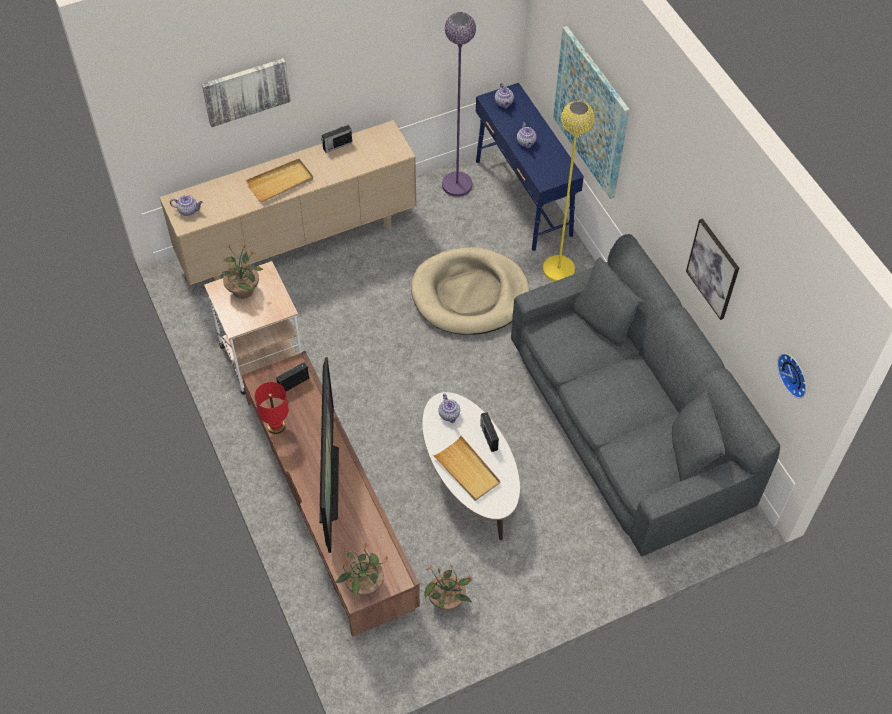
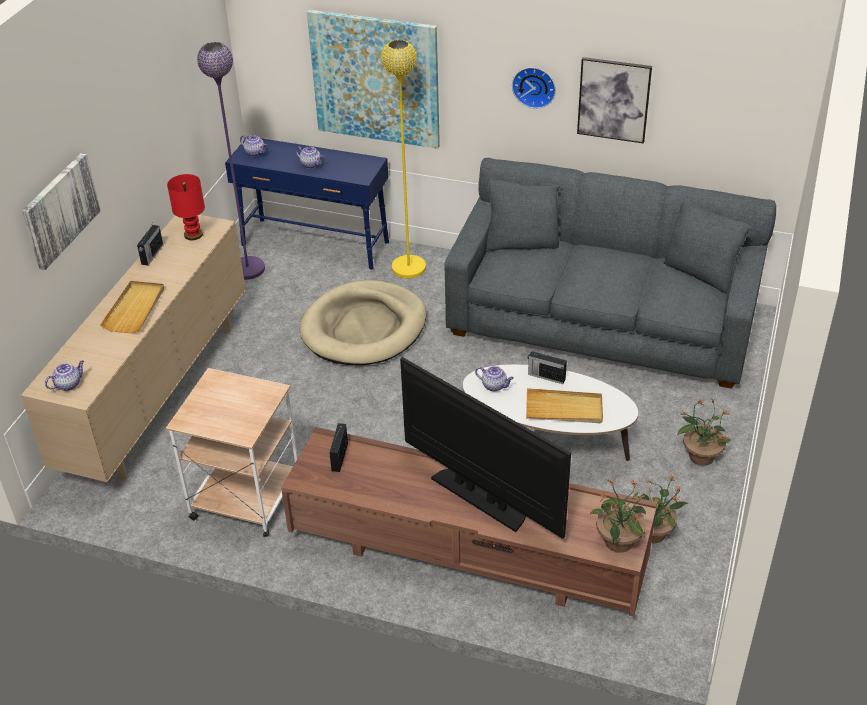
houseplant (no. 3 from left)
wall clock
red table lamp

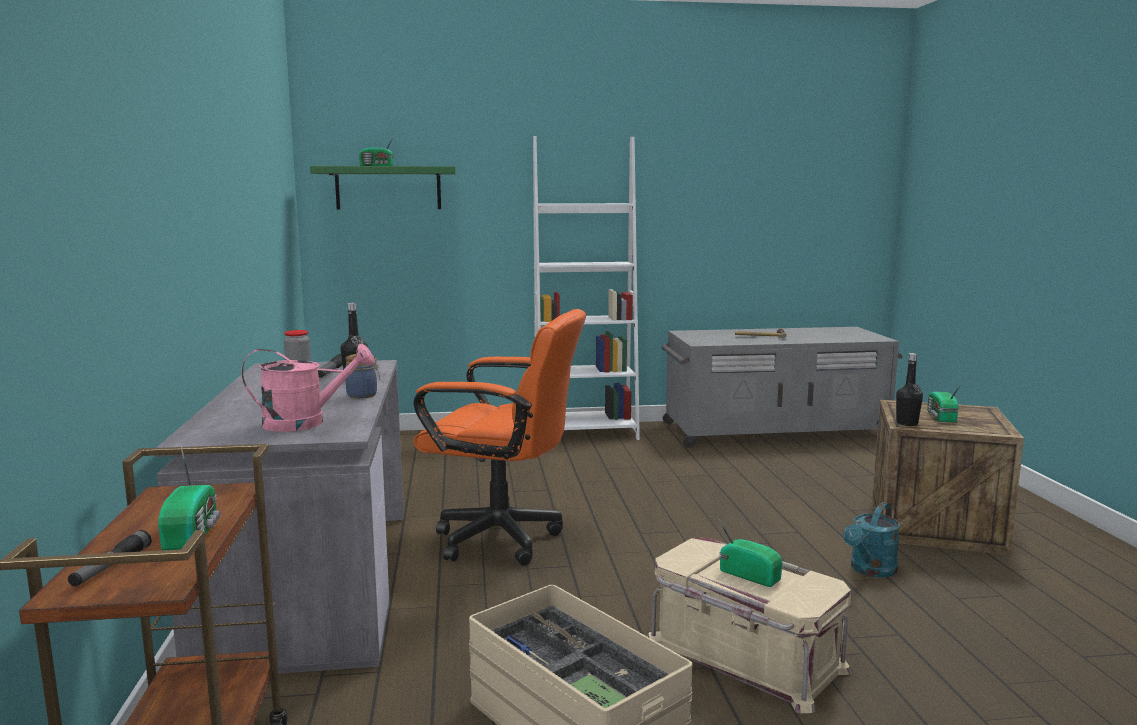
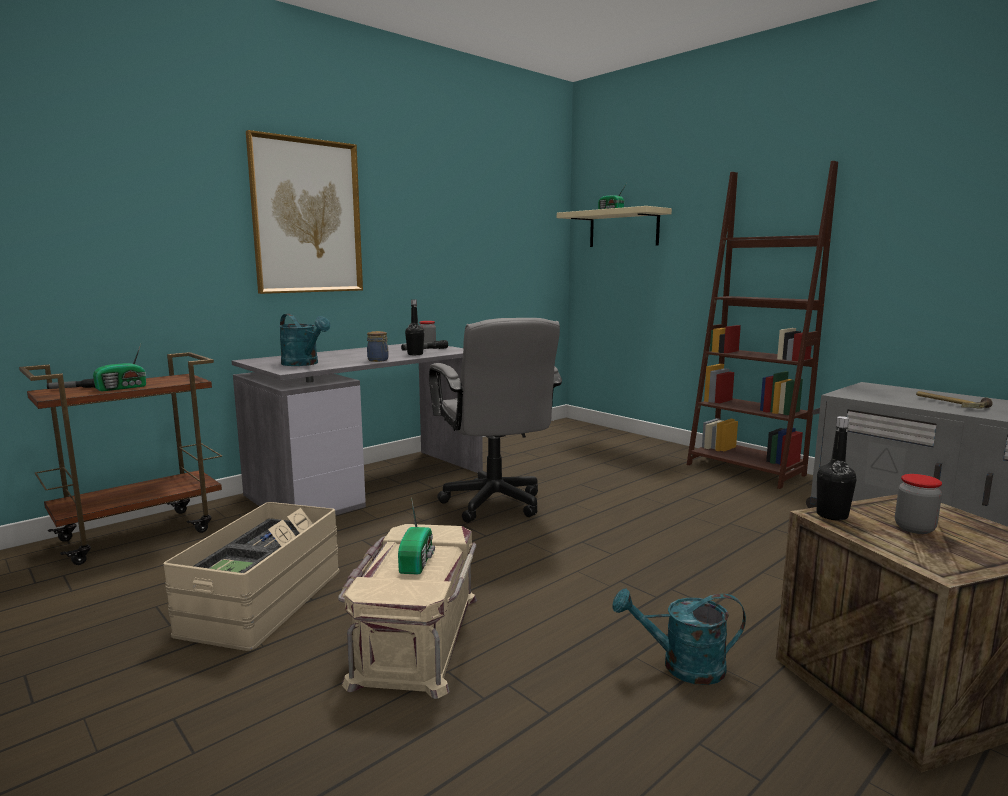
brownish bookshelf
beige-coloured wall shelf
greyish office chair
blue-green watering can (no. 1 from left)
jar (no. 3 from left)
wall art

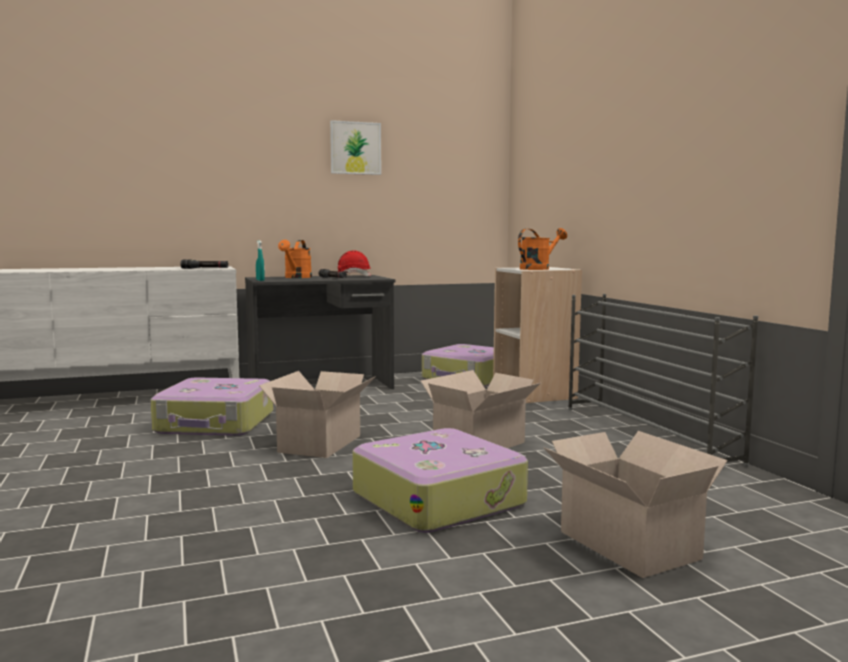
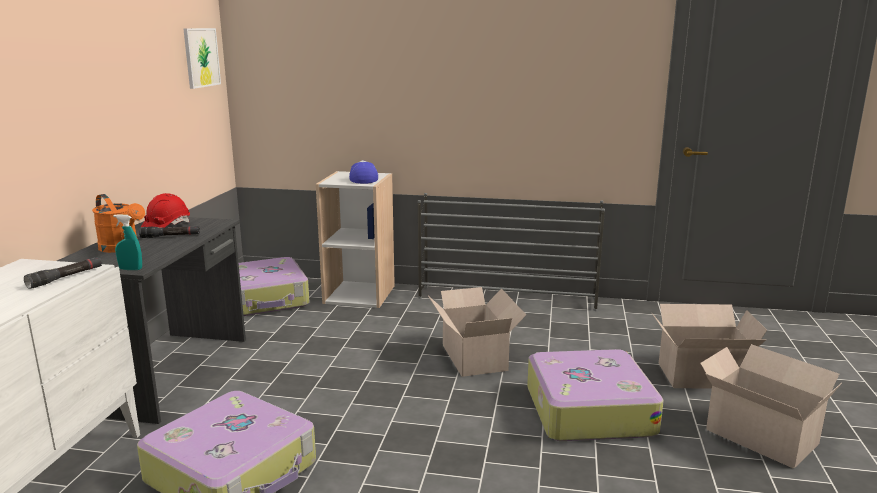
wall art
baseball cap
packing box (no. 3 from left)

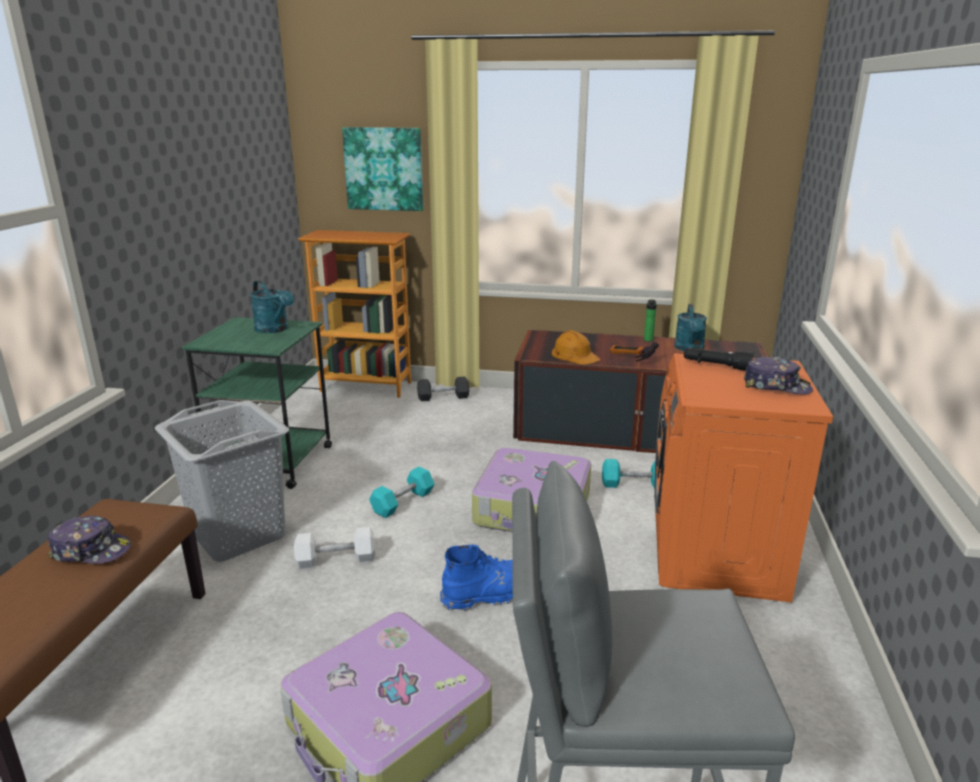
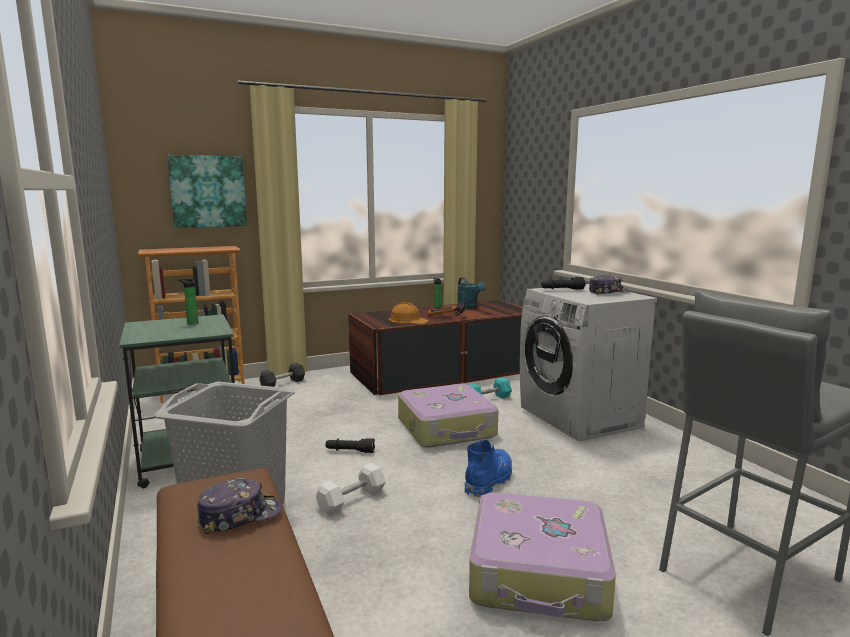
beverage bottle (no. 1 from left)
white-coloured washing machine
black-coloured torch (no. 1 from left)

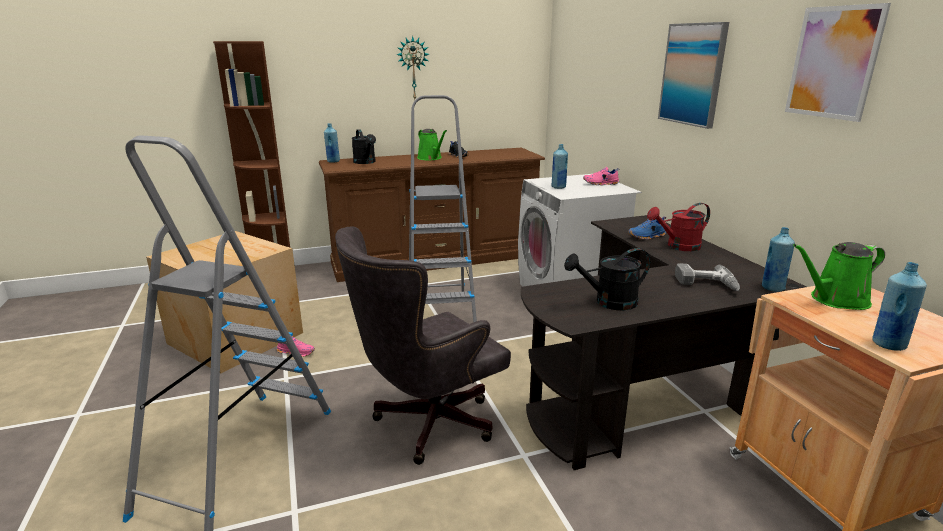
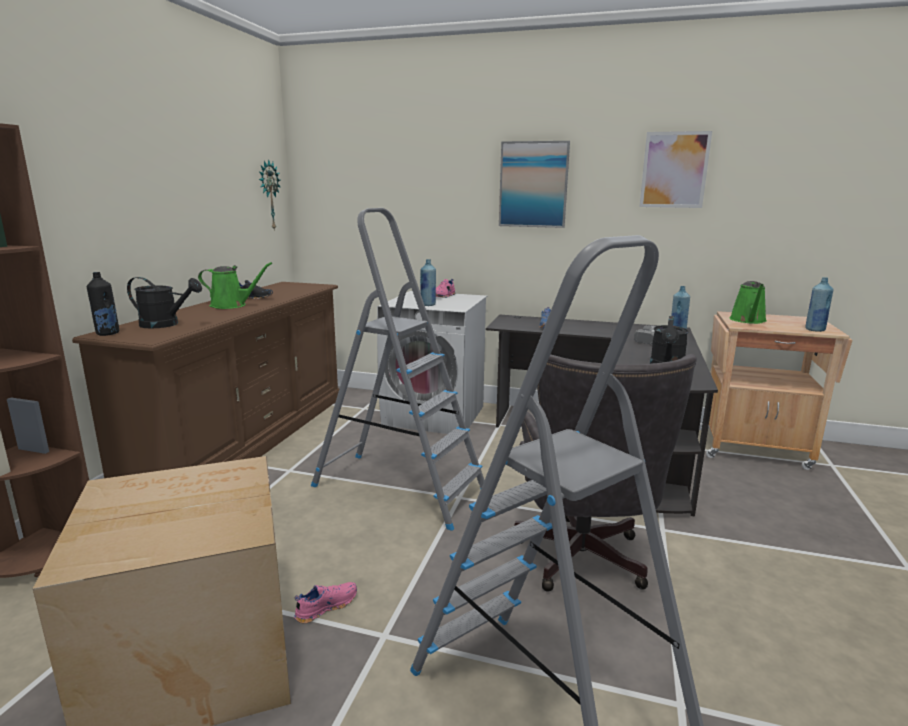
wall clock
black-coloured beverage bottle
red watering can

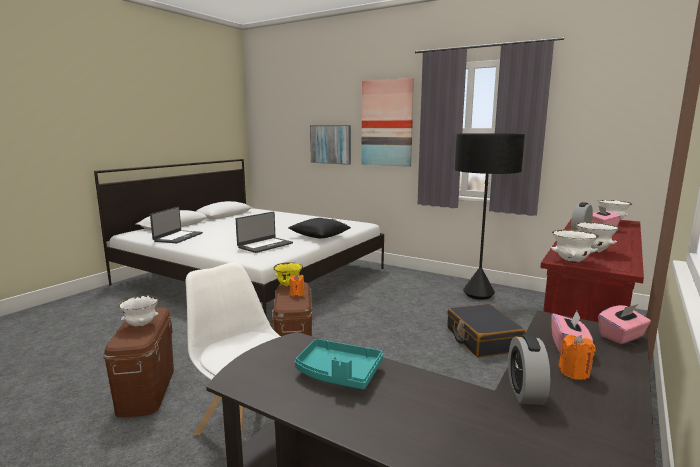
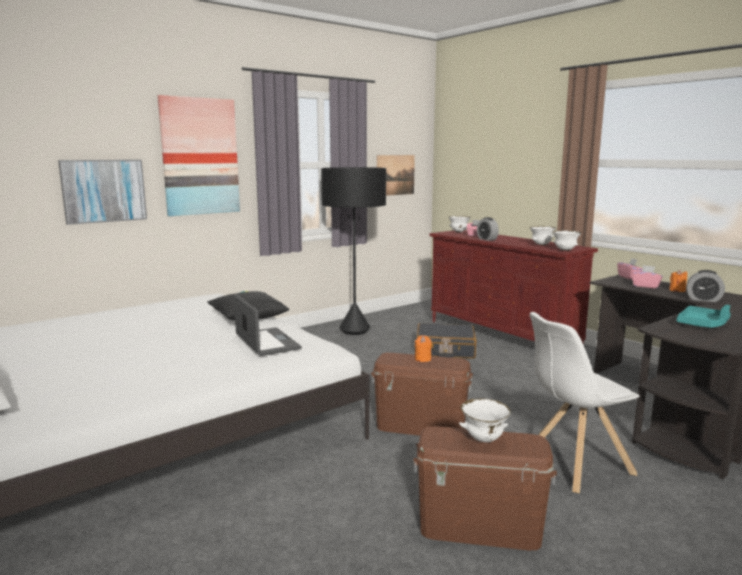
portable computer (no. 1 from left in the first image)
yellowish deep dish
wall art (no. 3 from left)

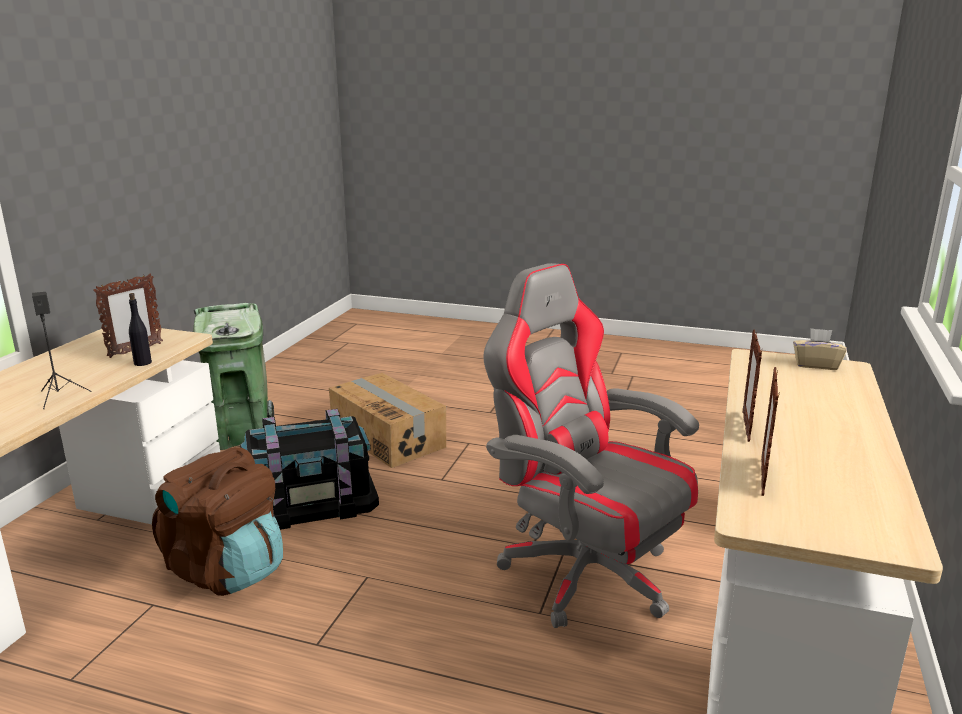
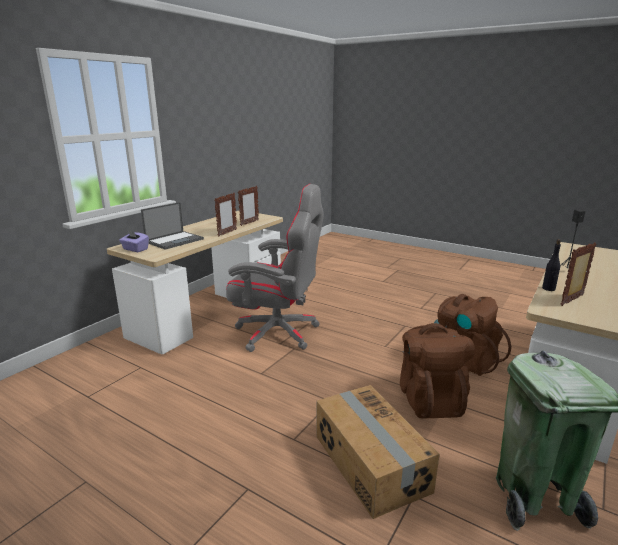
greyish office chair
purple-coloured tissue holder
brownish knapsack (no. 1 from left)
portable computer

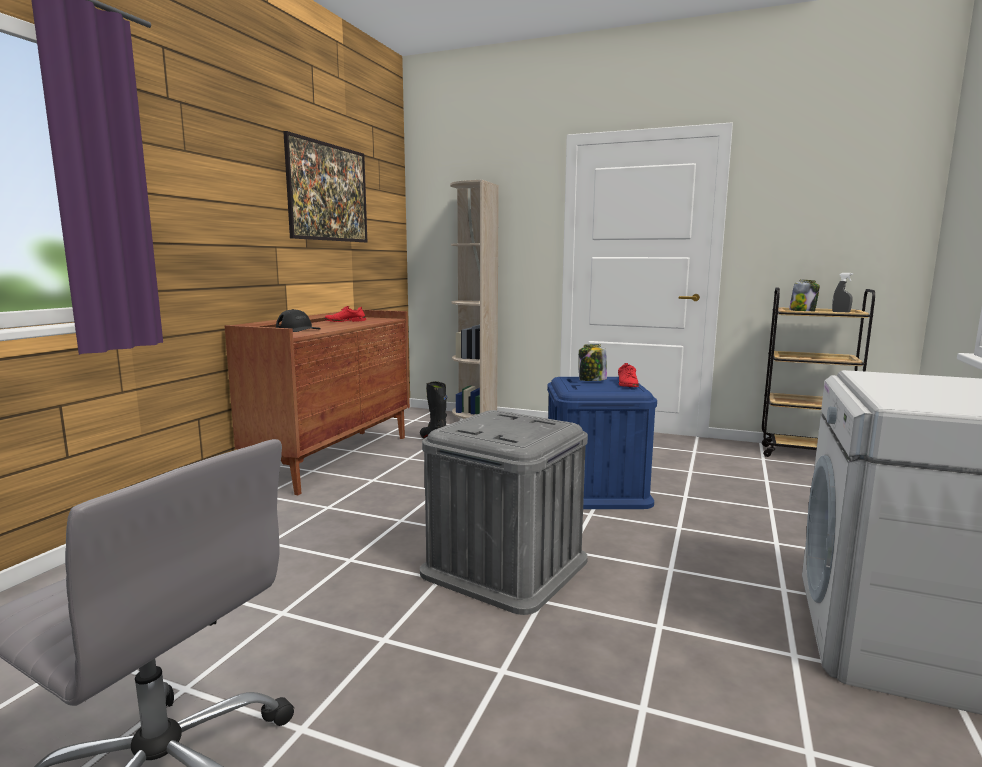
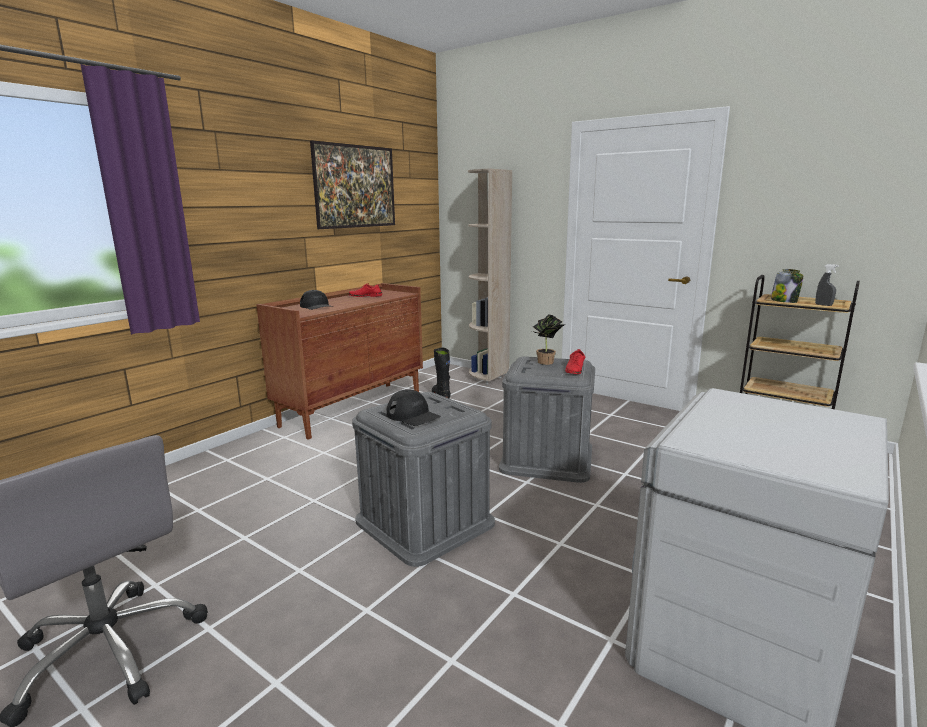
houseplant
greyish storage box (no. 2 from left)
black-coloured baseball cap (no. 2 from left)

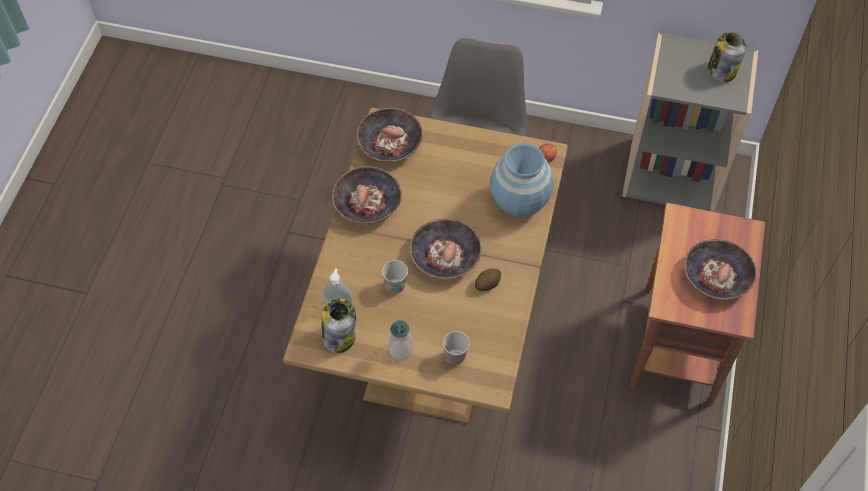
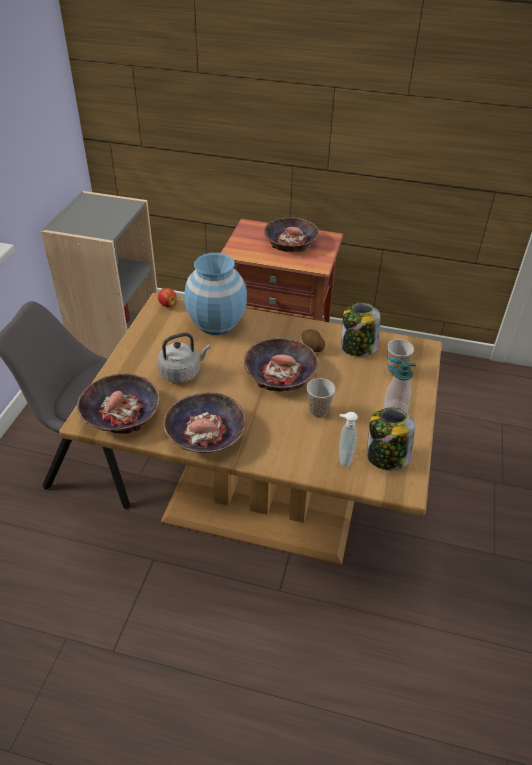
jar (no. 1 from left)
greyish kettle

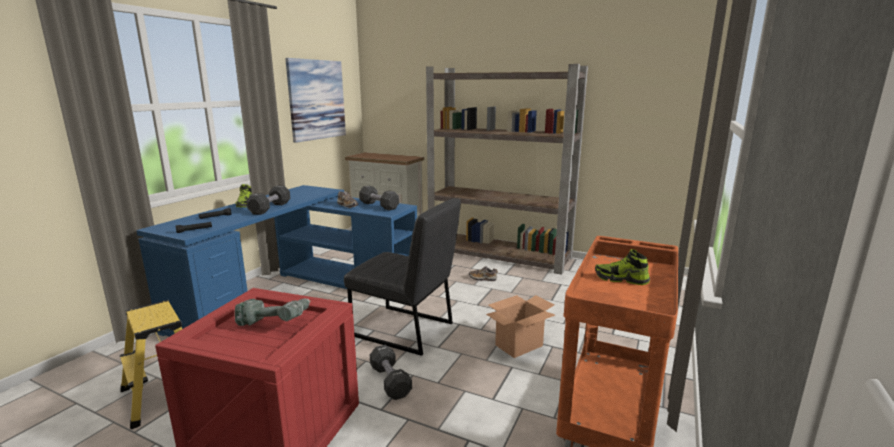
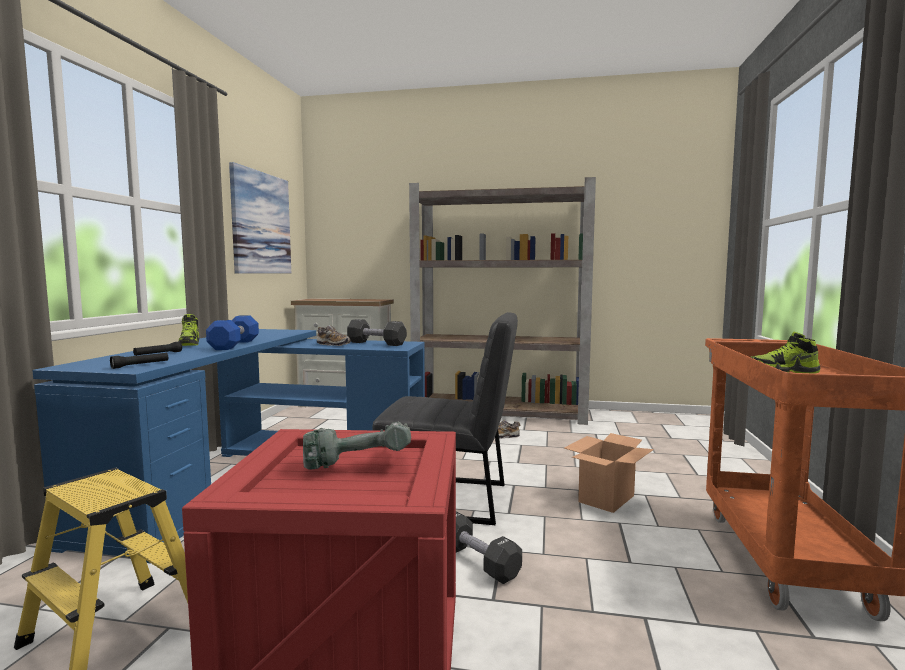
blue dumbbell

